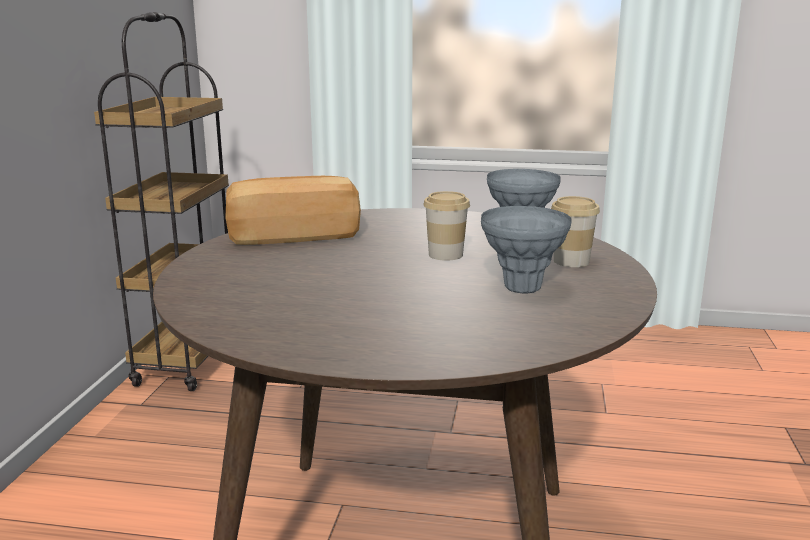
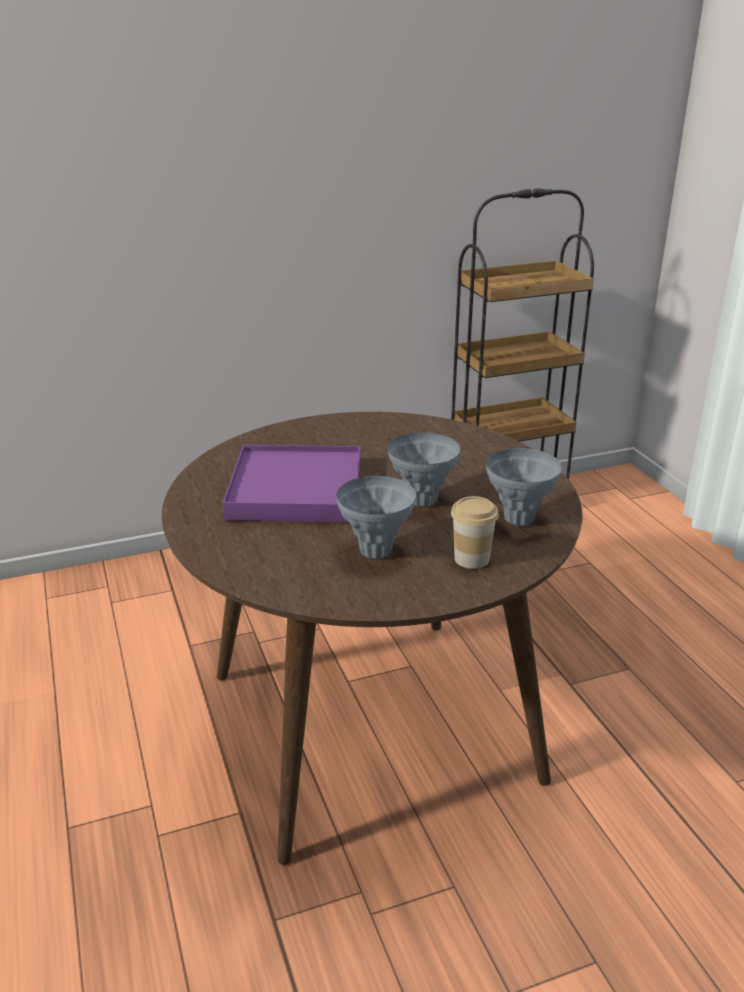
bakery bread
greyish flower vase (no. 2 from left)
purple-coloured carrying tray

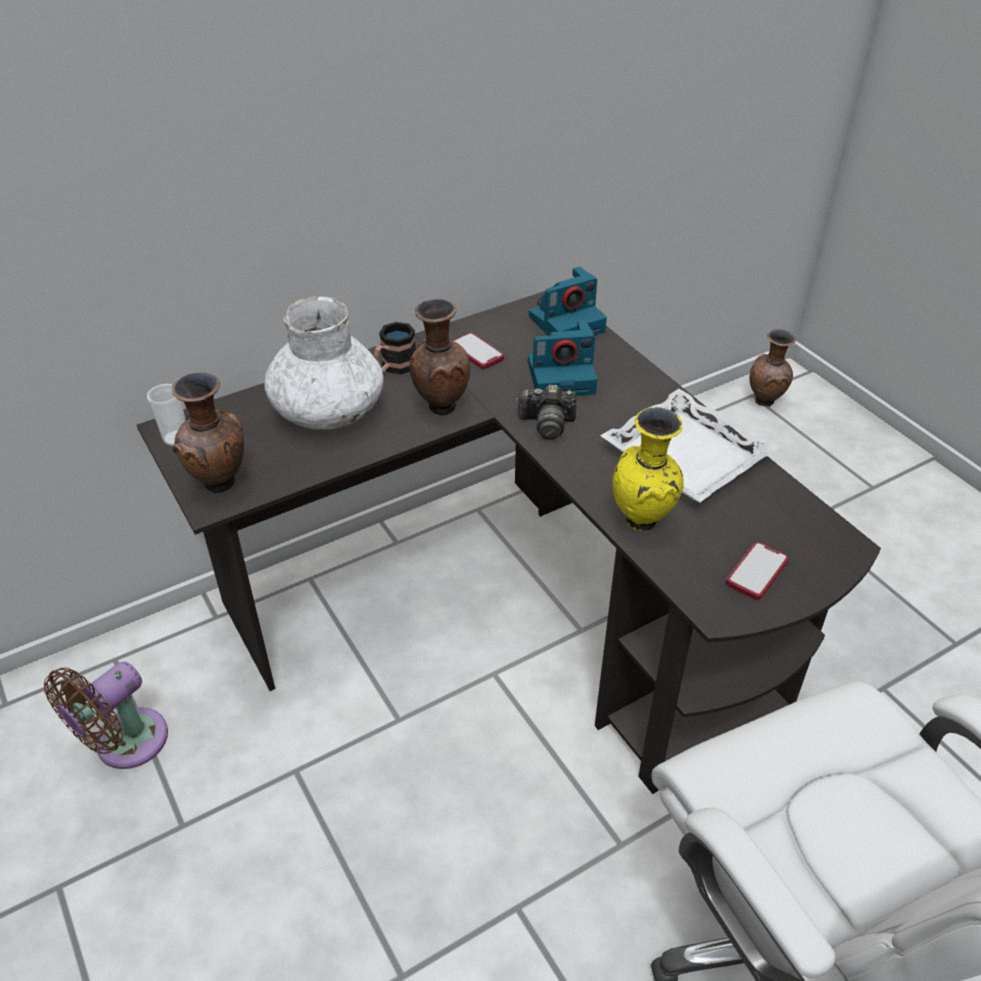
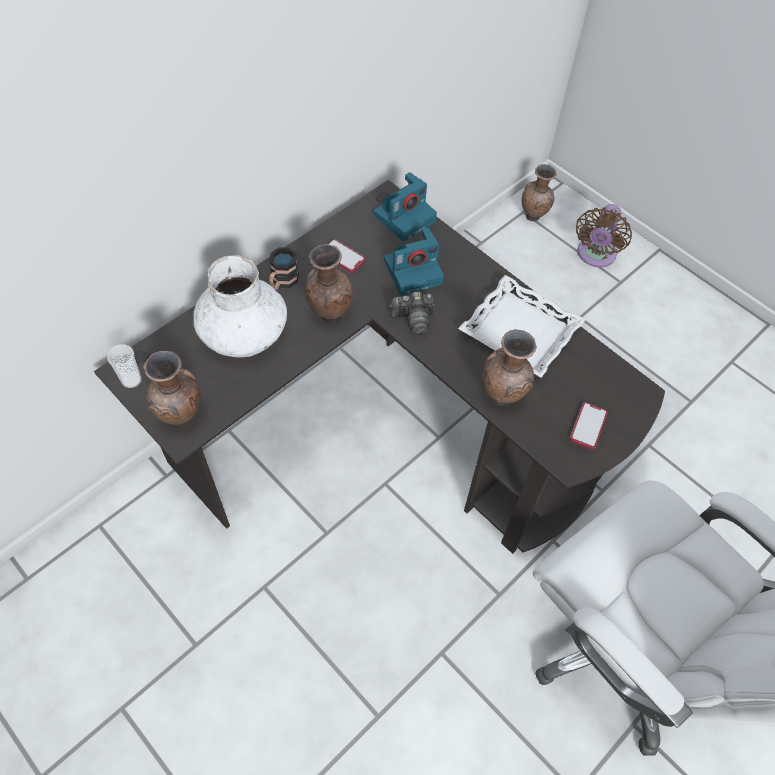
brownish flower vase (no. 3 from left)
brownish cooling fan

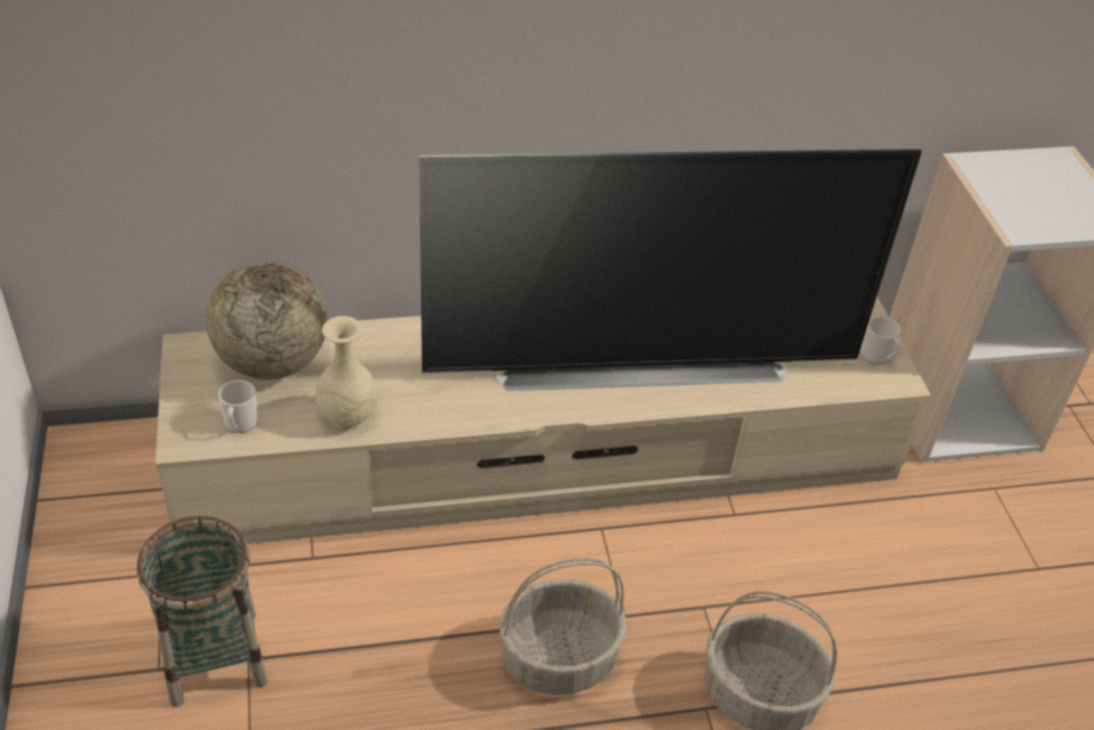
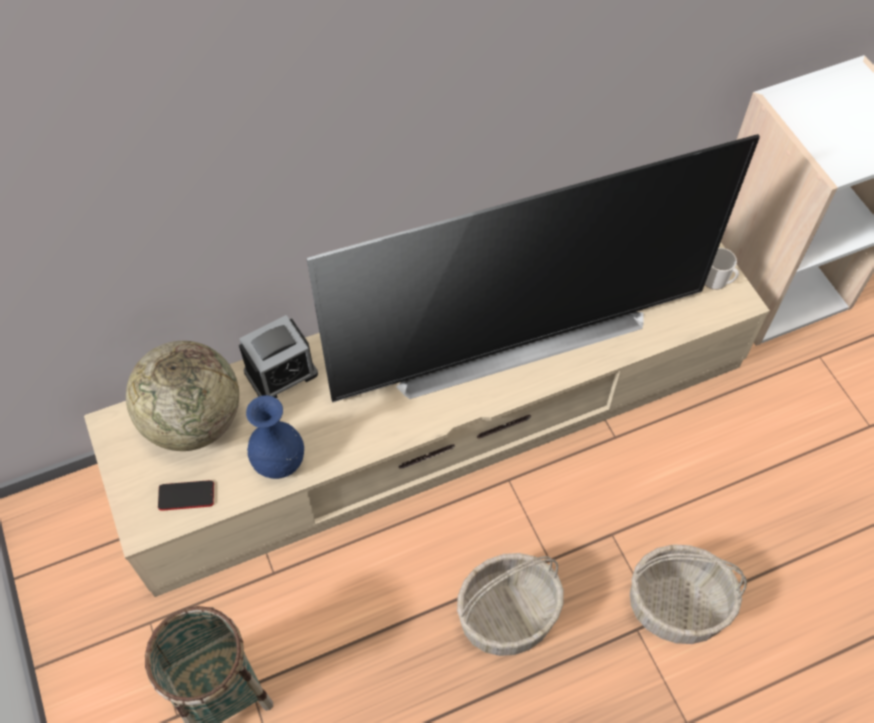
blue flower vase
phone
bedside clock

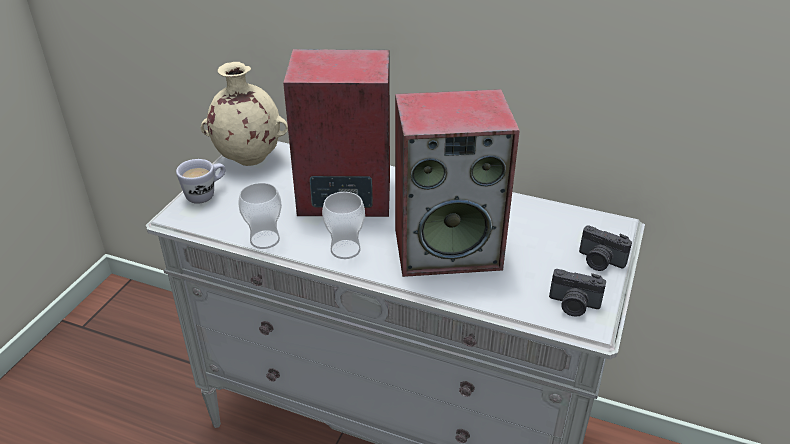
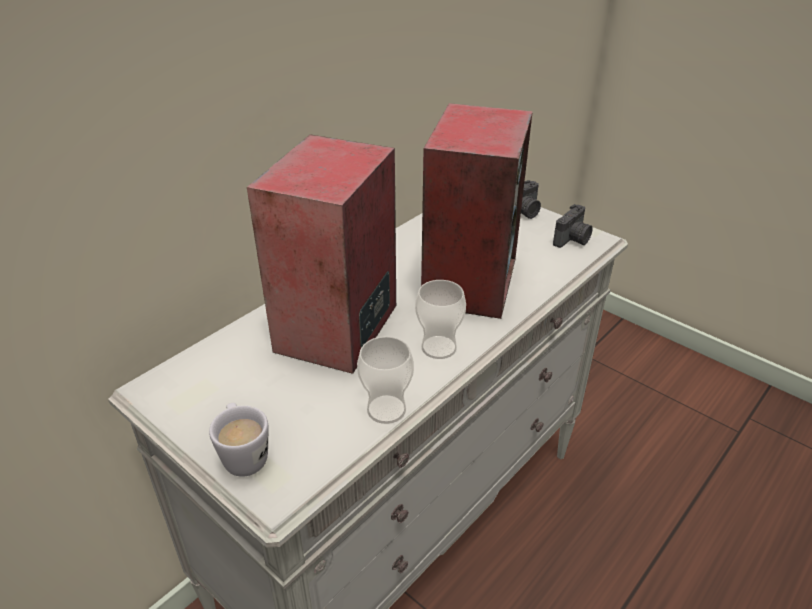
beige-coloured flower vase

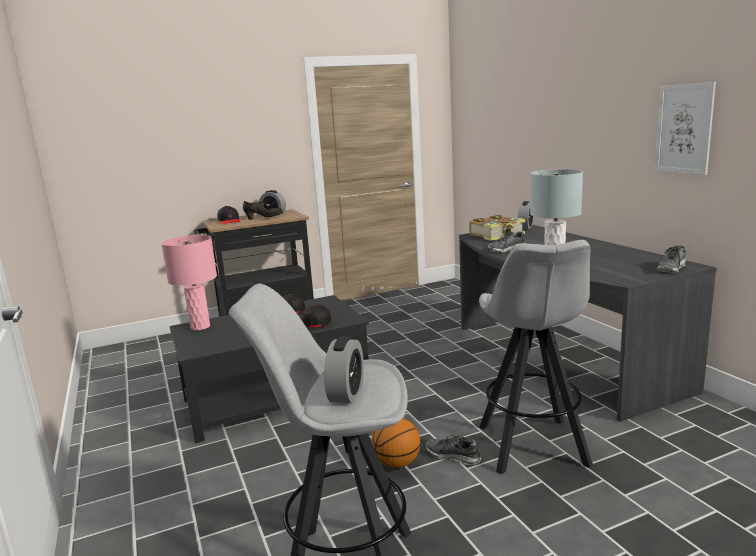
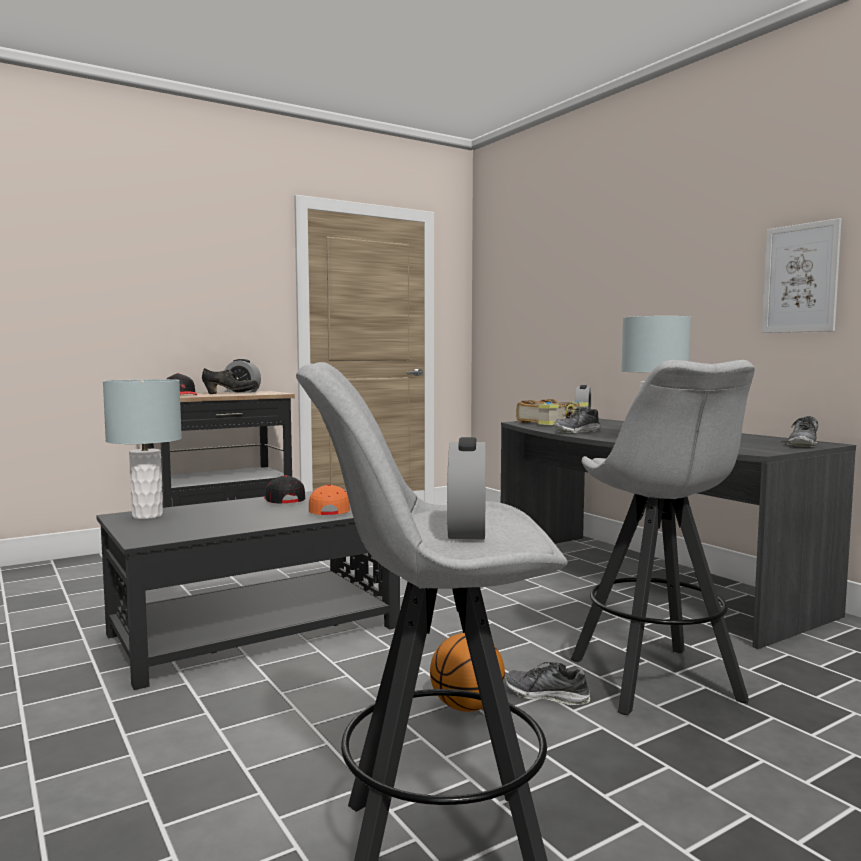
greyish table lamp (no. 1 from left)
orange-coloured baseball cap

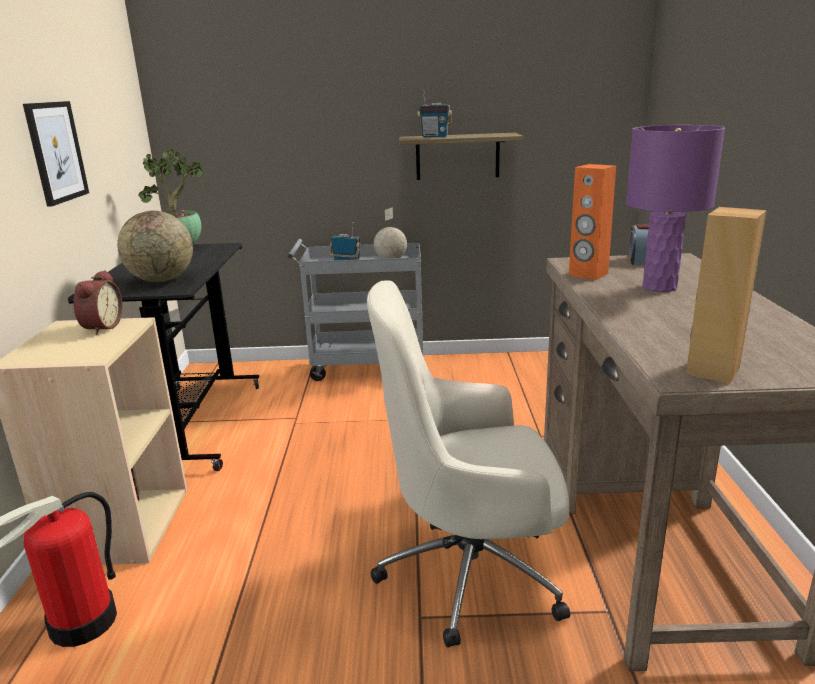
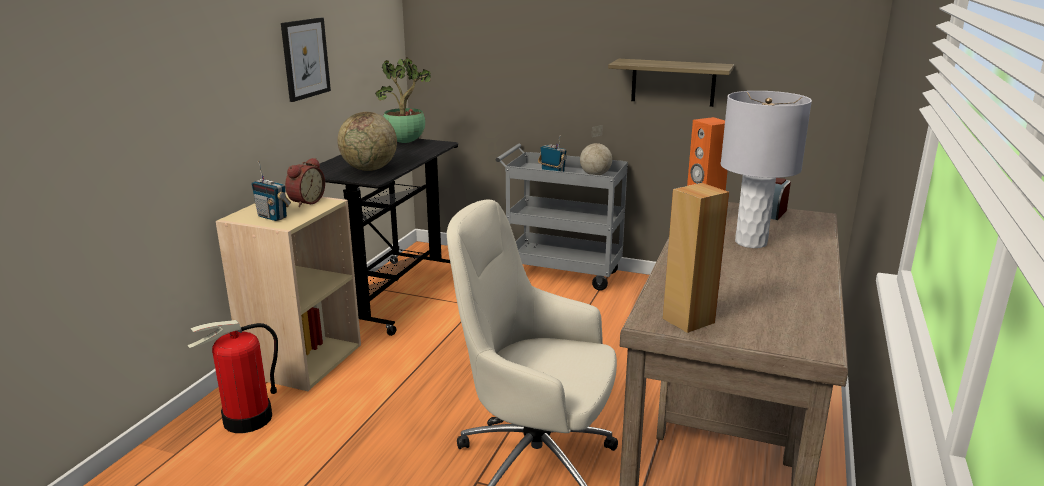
radio set (no. 1 from left)
greyish table lamp

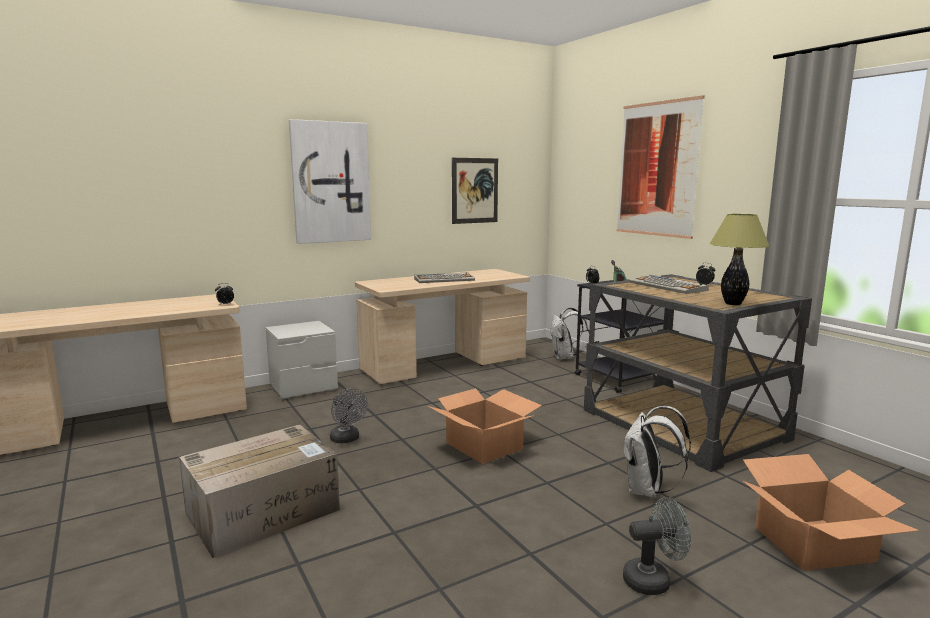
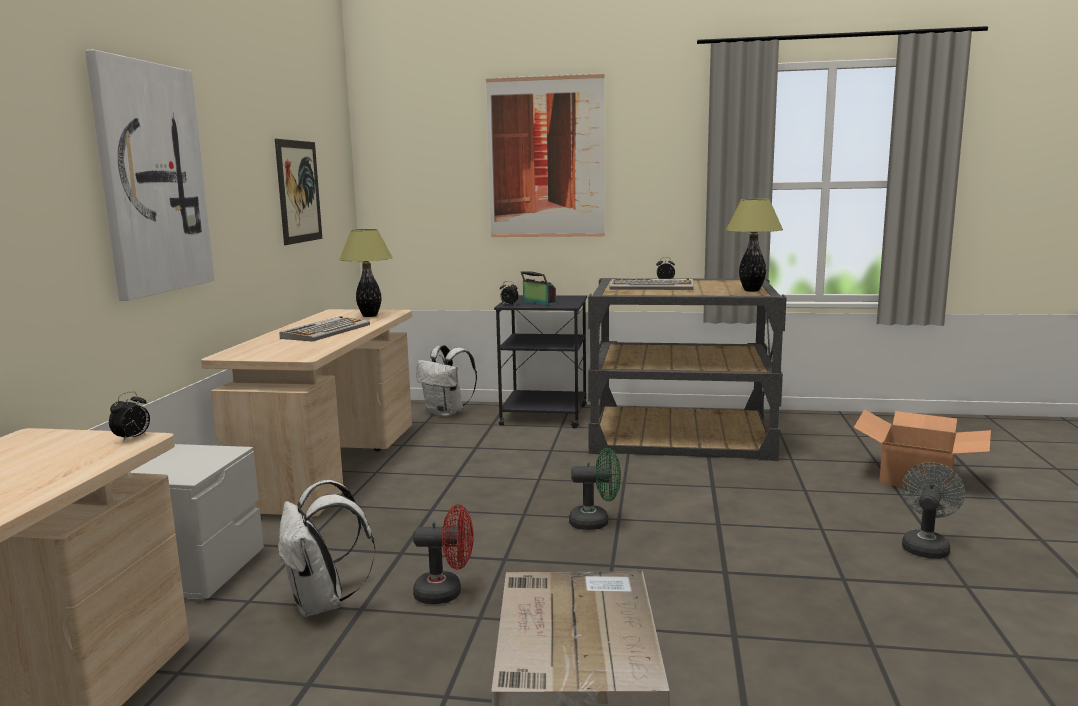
red cooling fan
greenish cooling fan
white-coloured knapsack (no. 1 from left)
table lamp (no. 1 from left)

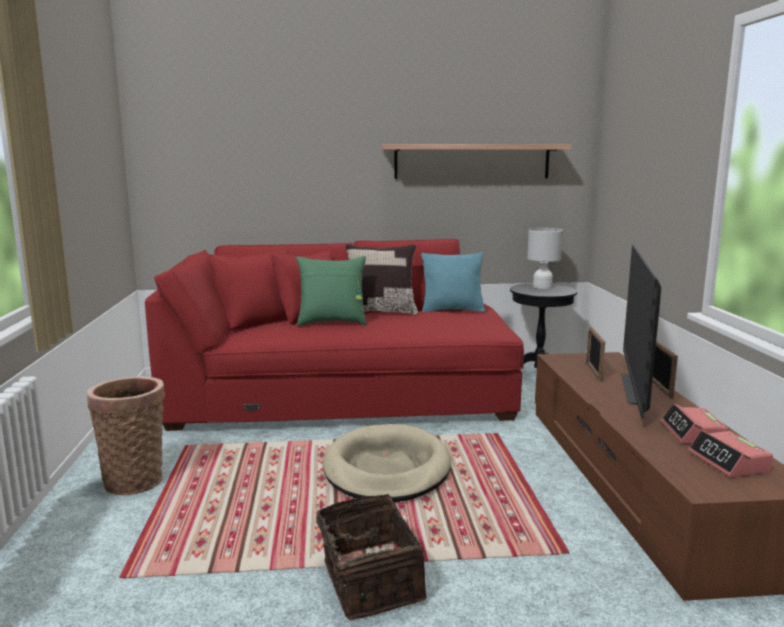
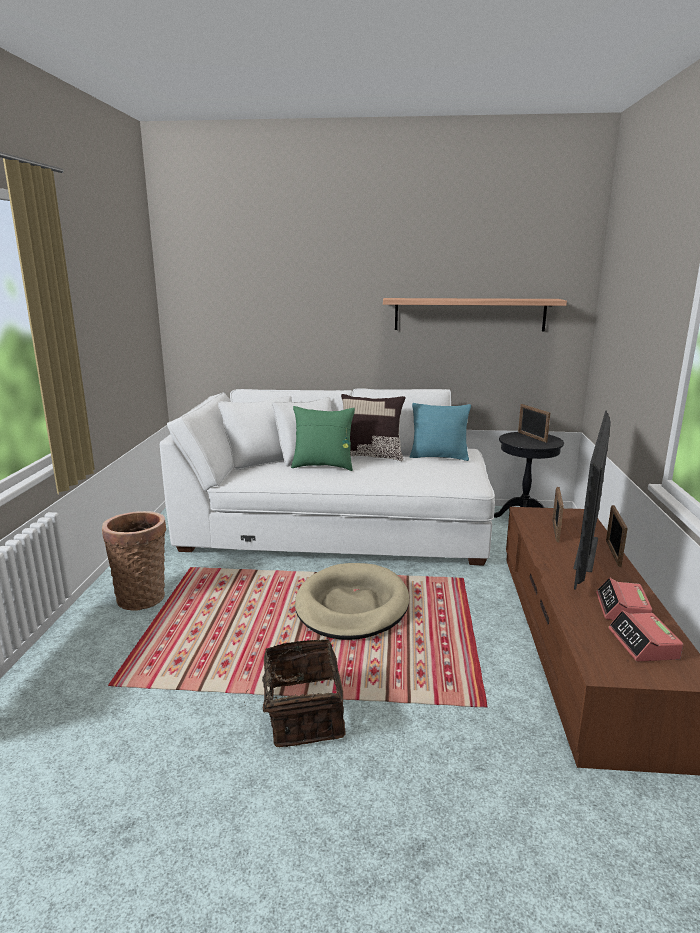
photo frame (no. 1 from left)
white-coloured couch

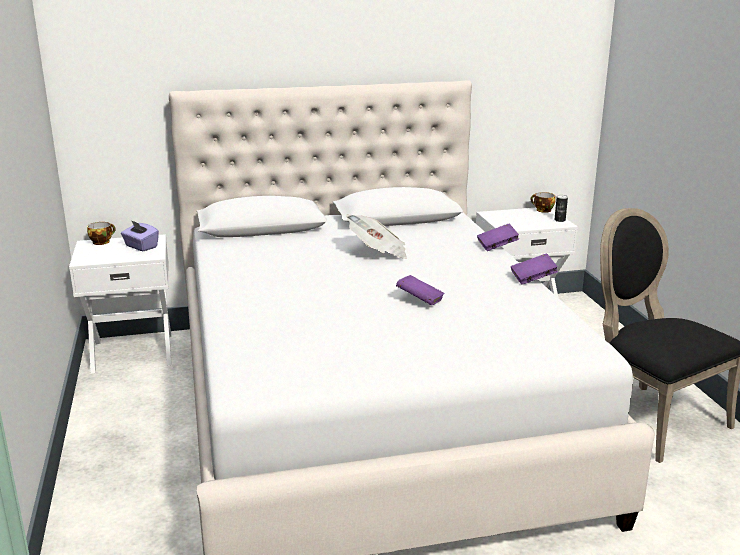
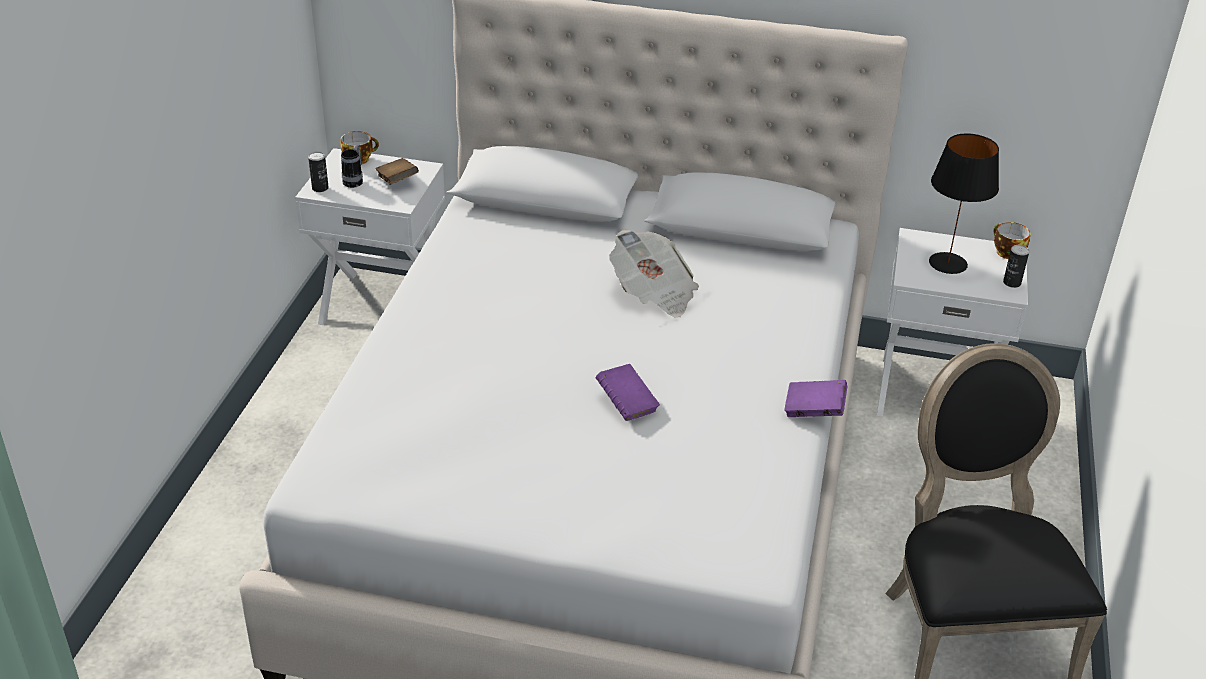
brownish book
purple-coloured book (no. 2 from left in the first image)
black-coloured table lamp
coffee mug
can (no. 1 from left)

